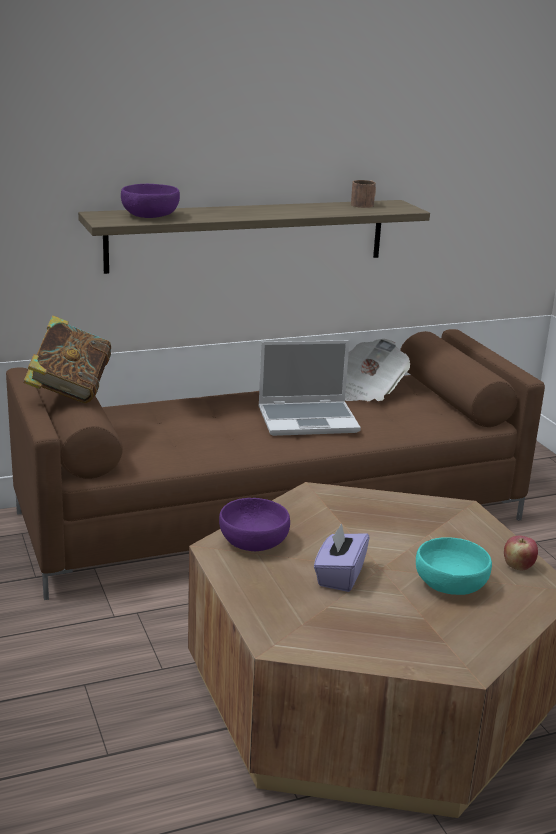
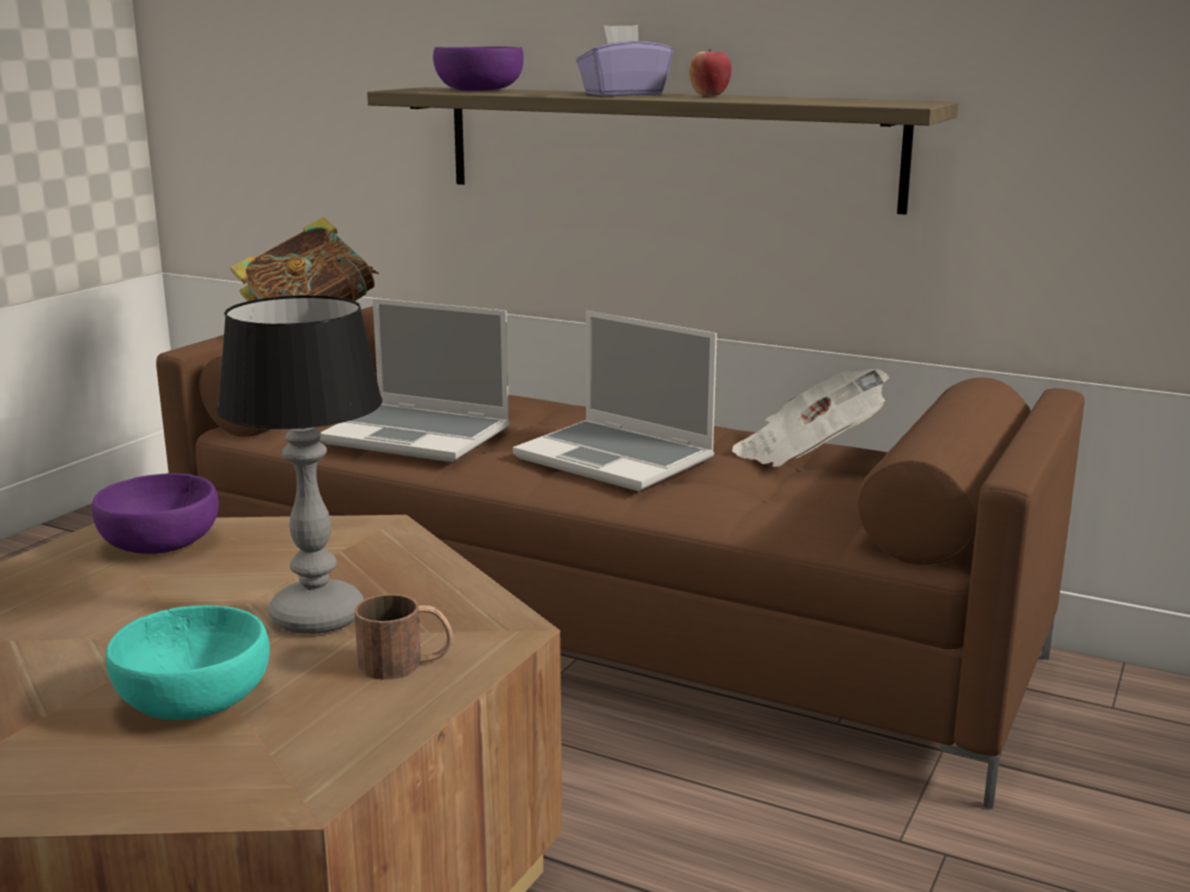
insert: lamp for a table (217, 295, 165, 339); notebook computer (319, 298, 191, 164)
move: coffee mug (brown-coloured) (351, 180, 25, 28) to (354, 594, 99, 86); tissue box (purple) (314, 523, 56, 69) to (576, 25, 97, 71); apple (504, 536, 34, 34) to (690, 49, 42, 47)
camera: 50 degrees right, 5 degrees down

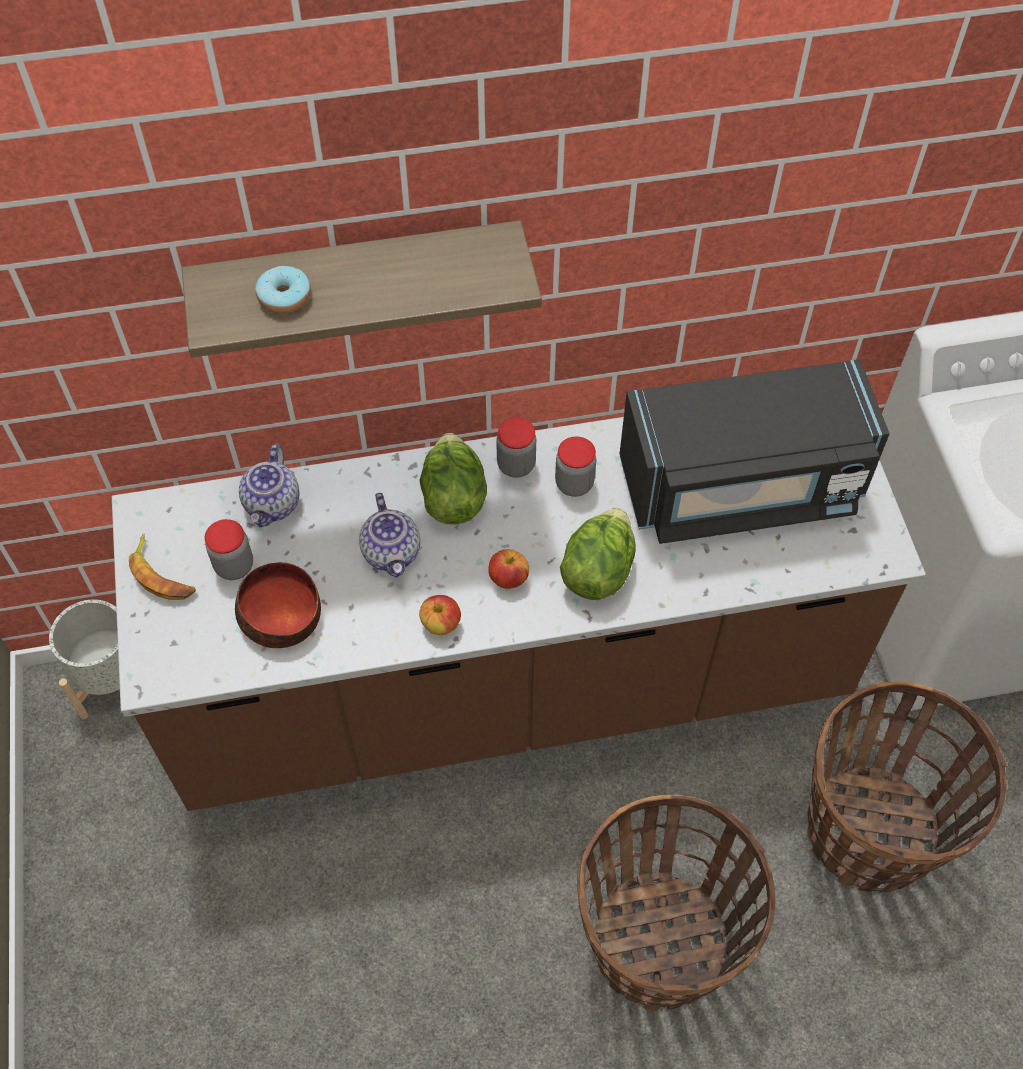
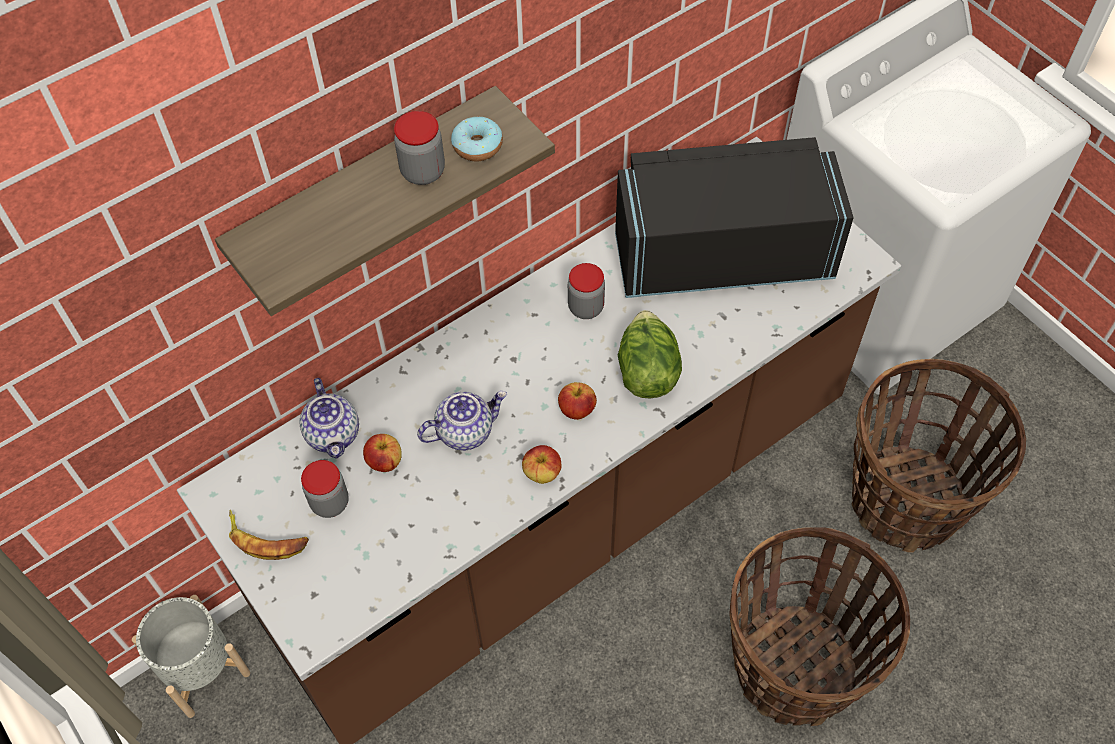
delete: bowl (235, 562, 86, 86); lettuce (420, 433, 67, 92)
insert: apple (363, 434, 39, 38)
move: jar (497, 418, 39, 60) to (394, 111, 51, 74); ring doughnut (255, 266, 56, 48) to (451, 117, 52, 45)
rotate: teapot (359, 493, 61, 85) = (417, 391, 90, 59) 75 degrees counterclockwise; microwave oven (black-coloured) (620, 359, 269, 185) = (615, 137, 239, 161) 150 degrees counterclockwise
camera: 25 degrees left, 0 degrees up

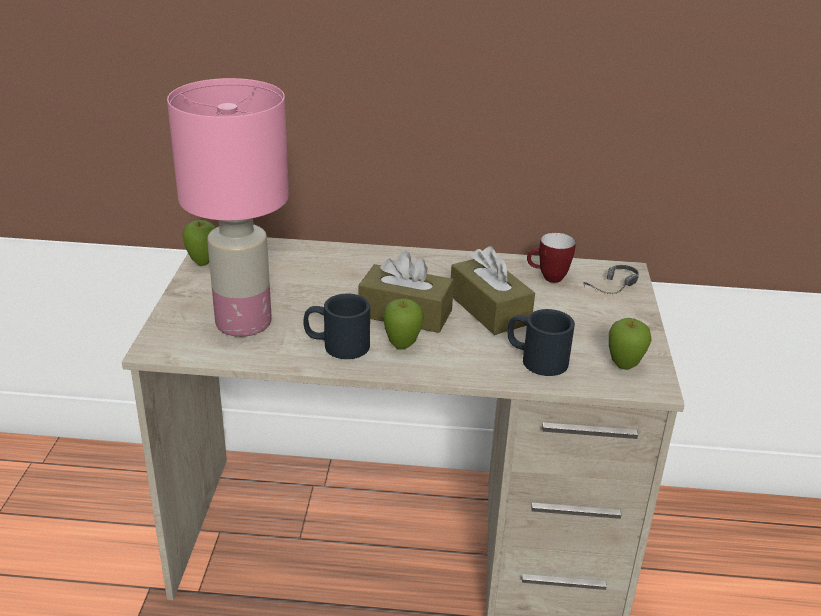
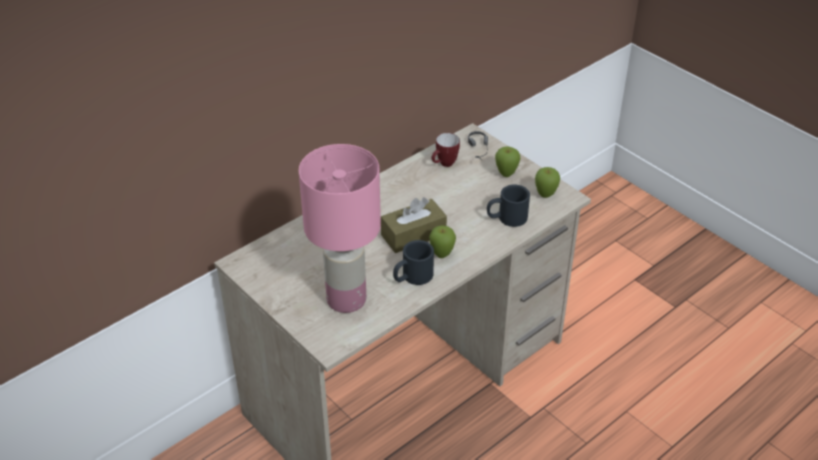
delete: tissue box (brown-coloured) (451, 246, 84, 89)
move: apple (182, 220, 33, 46) to (495, 146, 25, 31)
camera: 45 degrees left, 10 degrees up

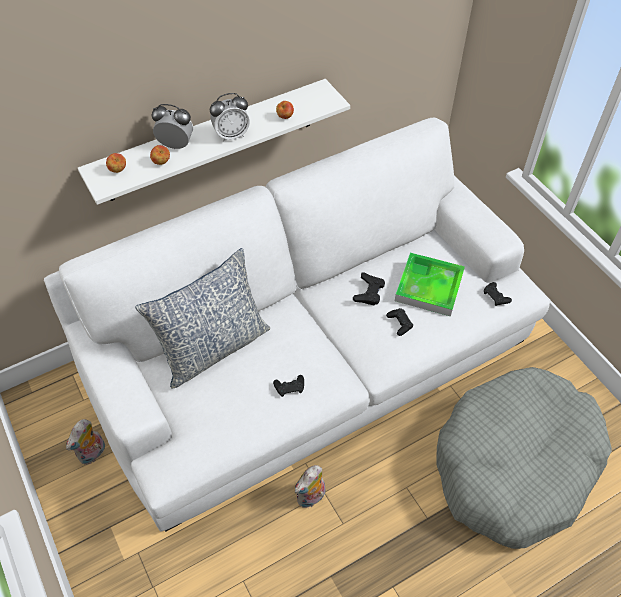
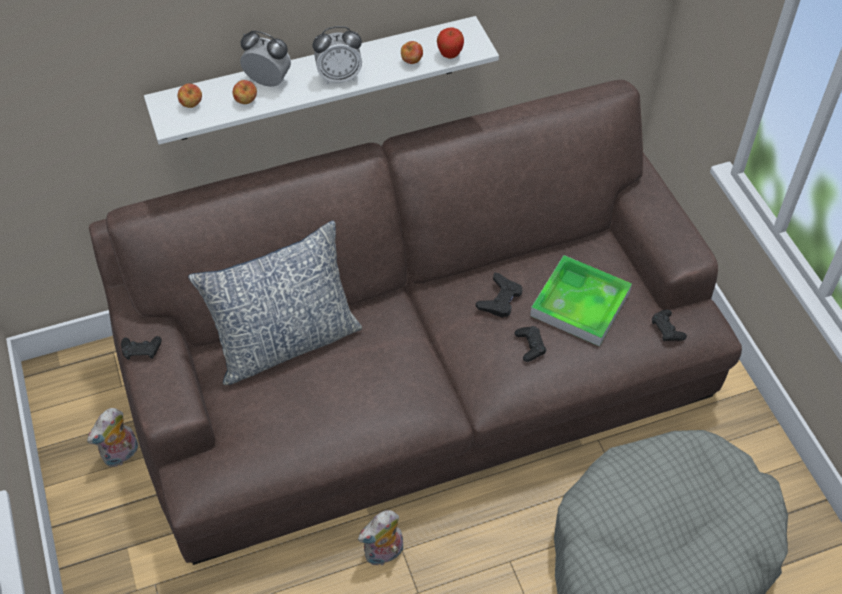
insert: apple (437, 27, 27, 32)
move: game controller (black-coloured) (273, 375, 31, 22) to (121, 336, 41, 24)
recolor: sofa (white) (44, 118, 506, 414) to sofa (brown-coloured) (89, 80, 653, 485)
camera: 10 degrees right, 0 degrees up

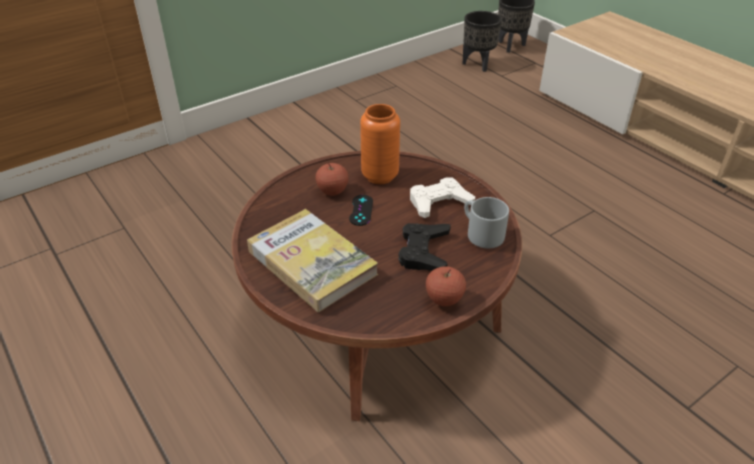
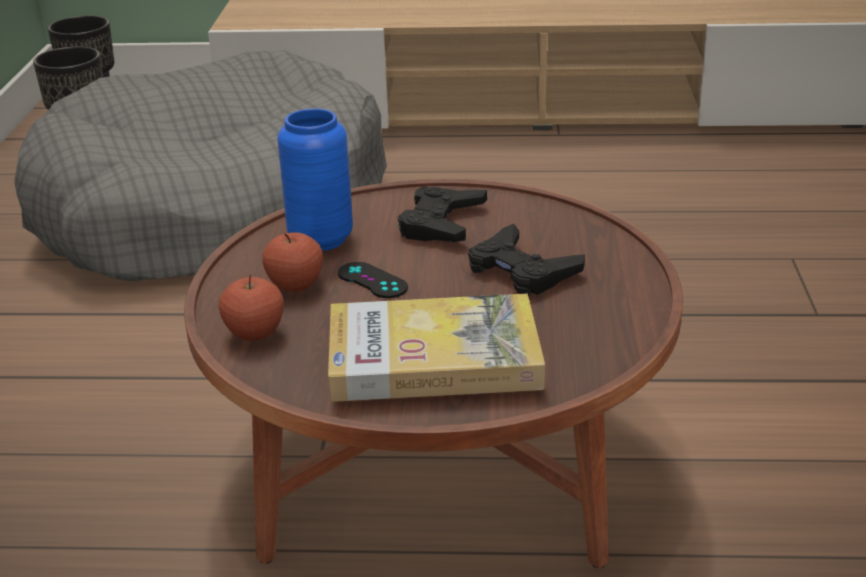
delete: coffee mug (gray) (464, 197, 45, 51)
insert: dog cushion (gray) (14, 50, 373, 231)
move: apple (426, 266, 40, 40) to (219, 275, 65, 66)
recolor: decorative vase (orange-coloured) (360, 104, 40, 80) to decorative vase (blue-coloured) (277, 108, 76, 143); game controller (white) (410, 177, 65, 41) to game controller (black-coloured) (398, 186, 89, 56)
camera: 50 degrees left, 10 degrees down

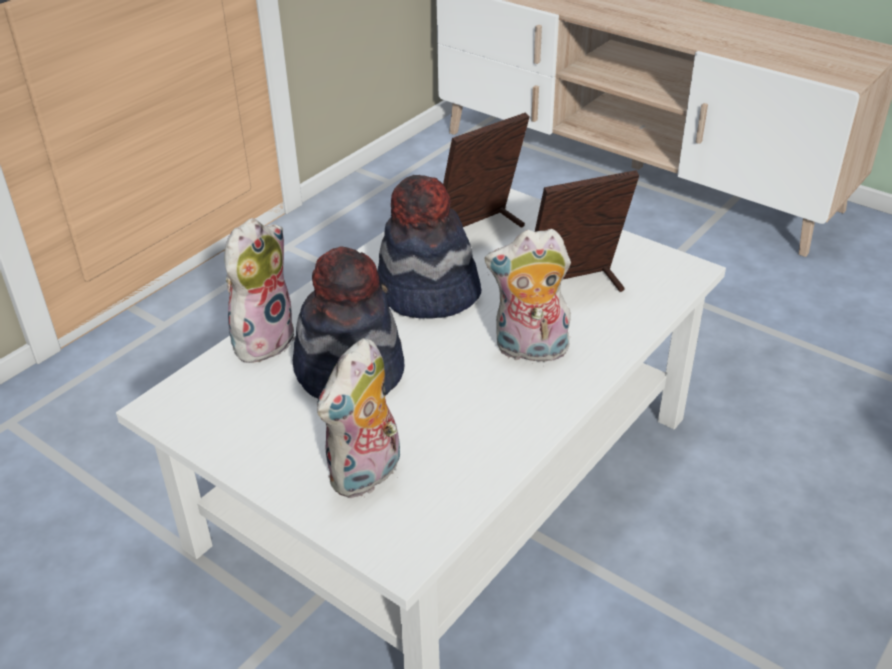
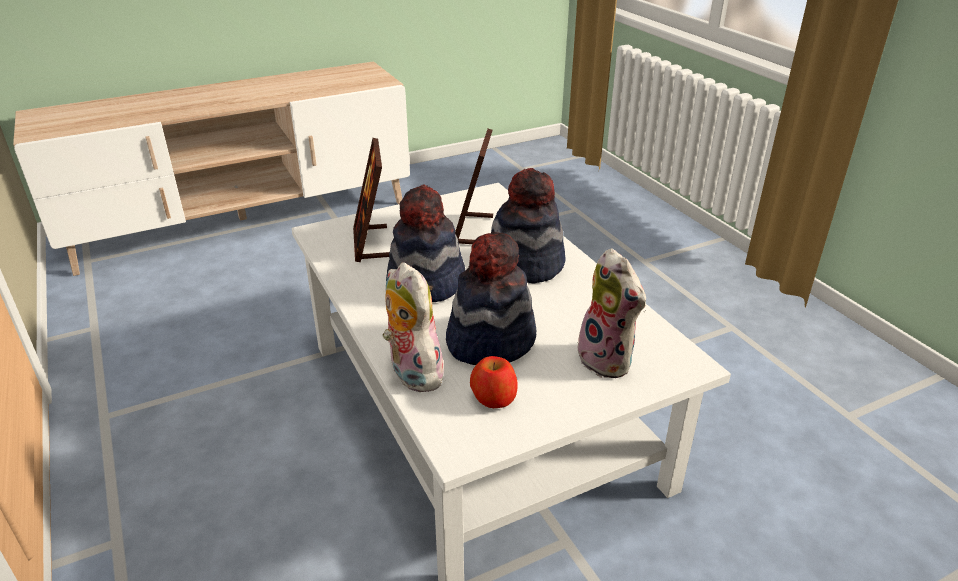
insert: apple (470, 356, 48, 52)
replace: cuddly toy (485, 229, 86, 133) to wearable hat (491, 168, 75, 116)
camera: 65 degrees left, 5 degrees down

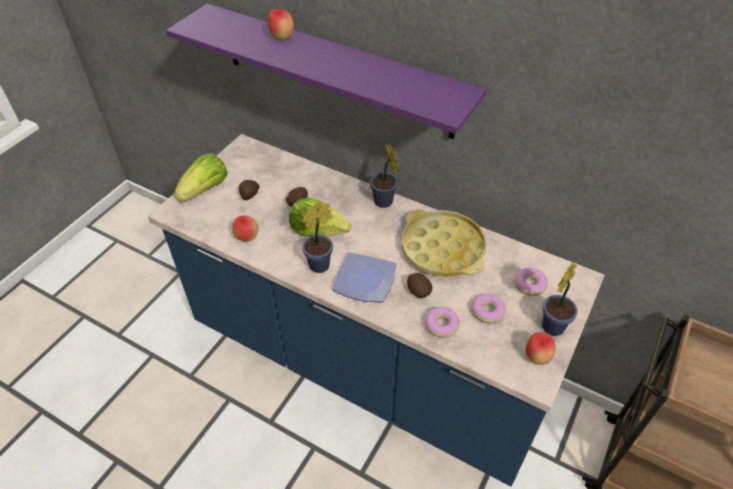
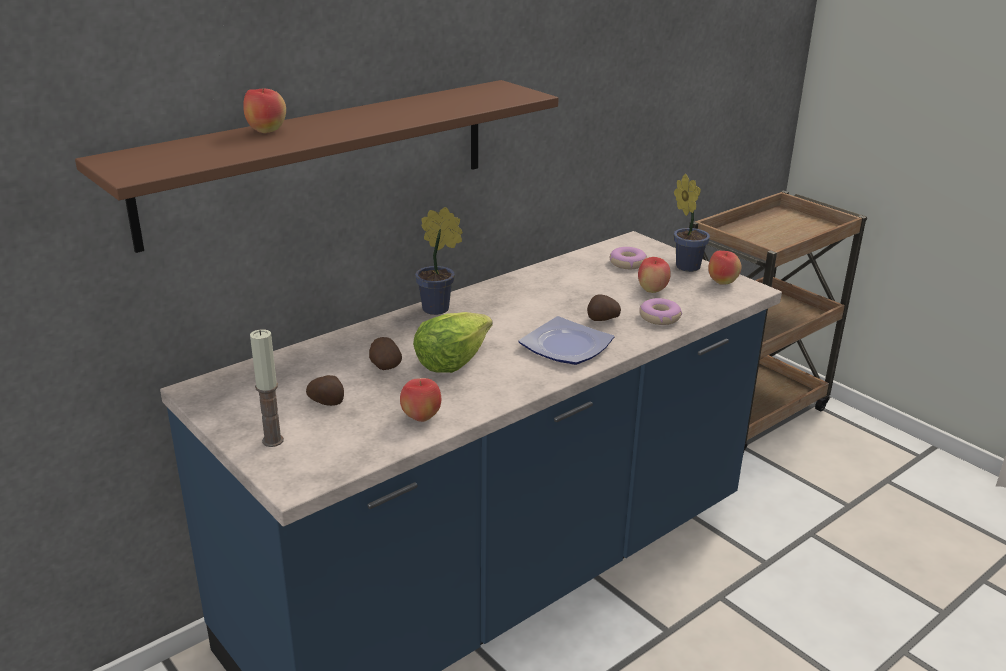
delete: houseplant (302, 201, 31, 72); carrying tray (yellow) (402, 209, 85, 68)
replace: lettuce (174, 153, 54, 49) to wax light (250, 329, 34, 118); ring doughnut (471, 294, 35, 29) to apple (638, 257, 33, 36)
recolor: shelf (purple) (166, 4, 320, 135) to shelf (brown-coloured) (75, 80, 484, 173)
camera: 70 degrees left, 20 degrees down

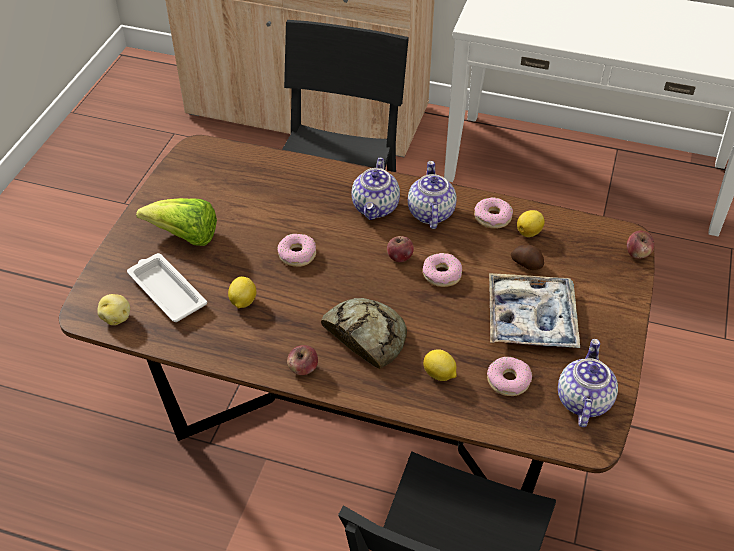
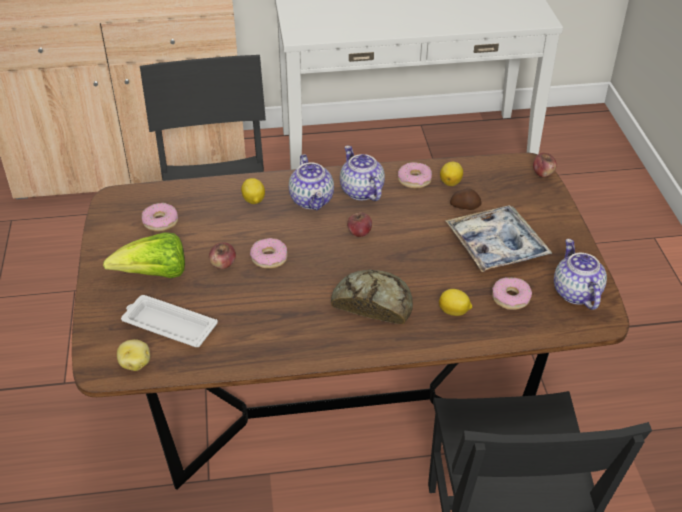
move: ring doughnut (423, 253, 39, 34) to (142, 203, 36, 29); apple (287, 345, 31, 30) to (209, 242, 27, 27); whole lemon (228, 276, 28, 32) to (241, 178, 24, 26)
camera: 25 degrees left, 5 degrees down

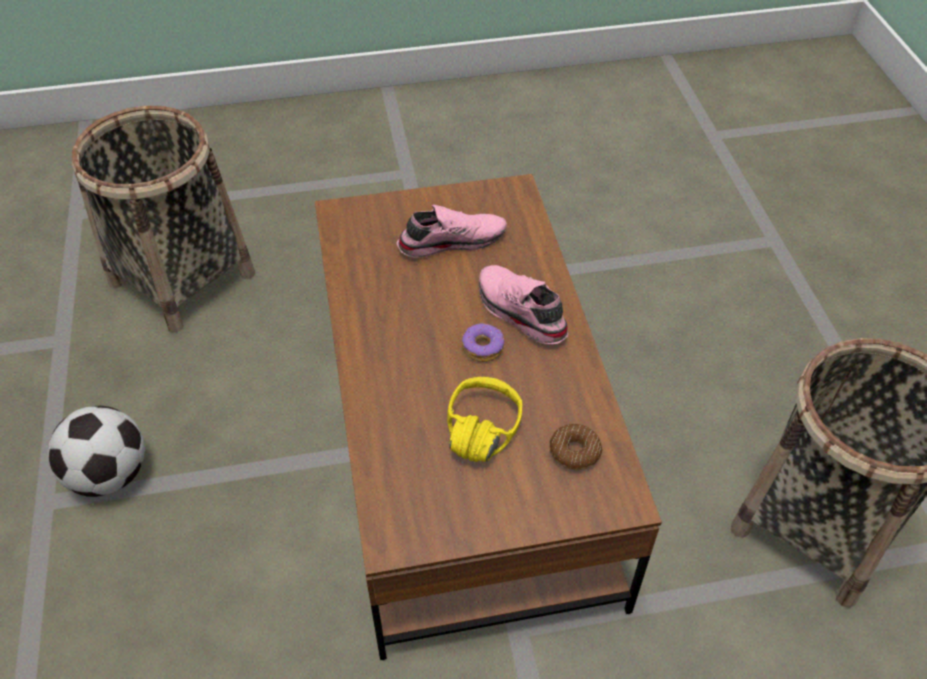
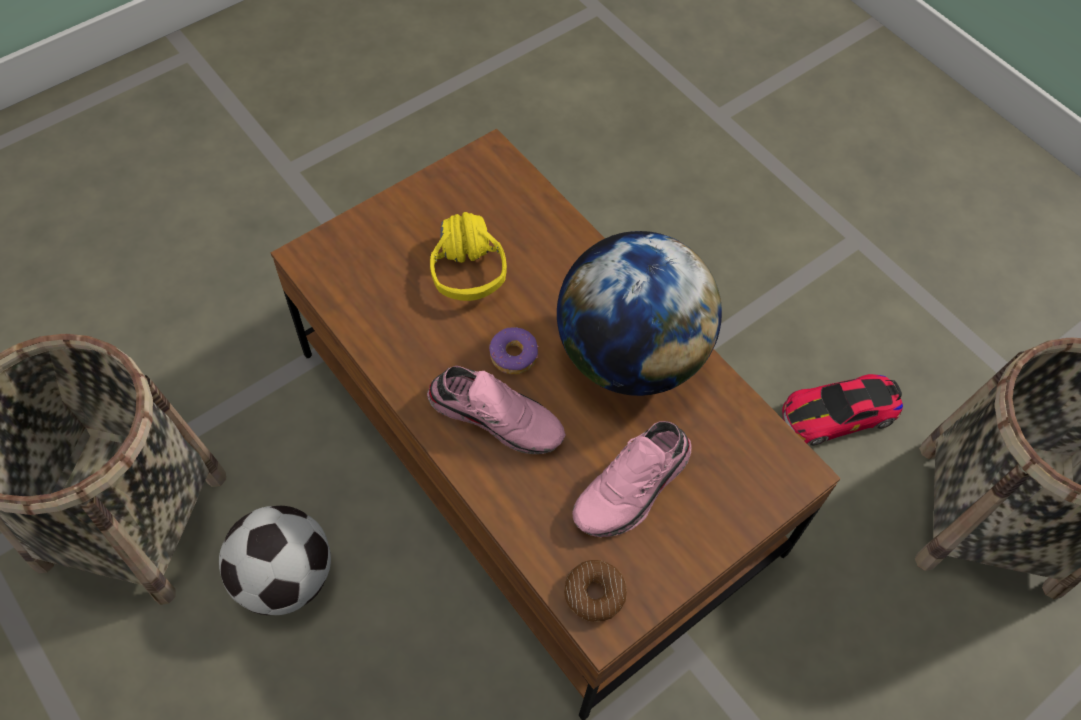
insert: world globe (557, 231, 165, 165); toy car (782, 374, 121, 72)
move: ball for football (48, 406, 97, 91) to (219, 506, 112, 109); ring doughnut (550, 424, 52, 46) to (564, 560, 63, 62)
camera: 150 degrees right, 10 degrees up

